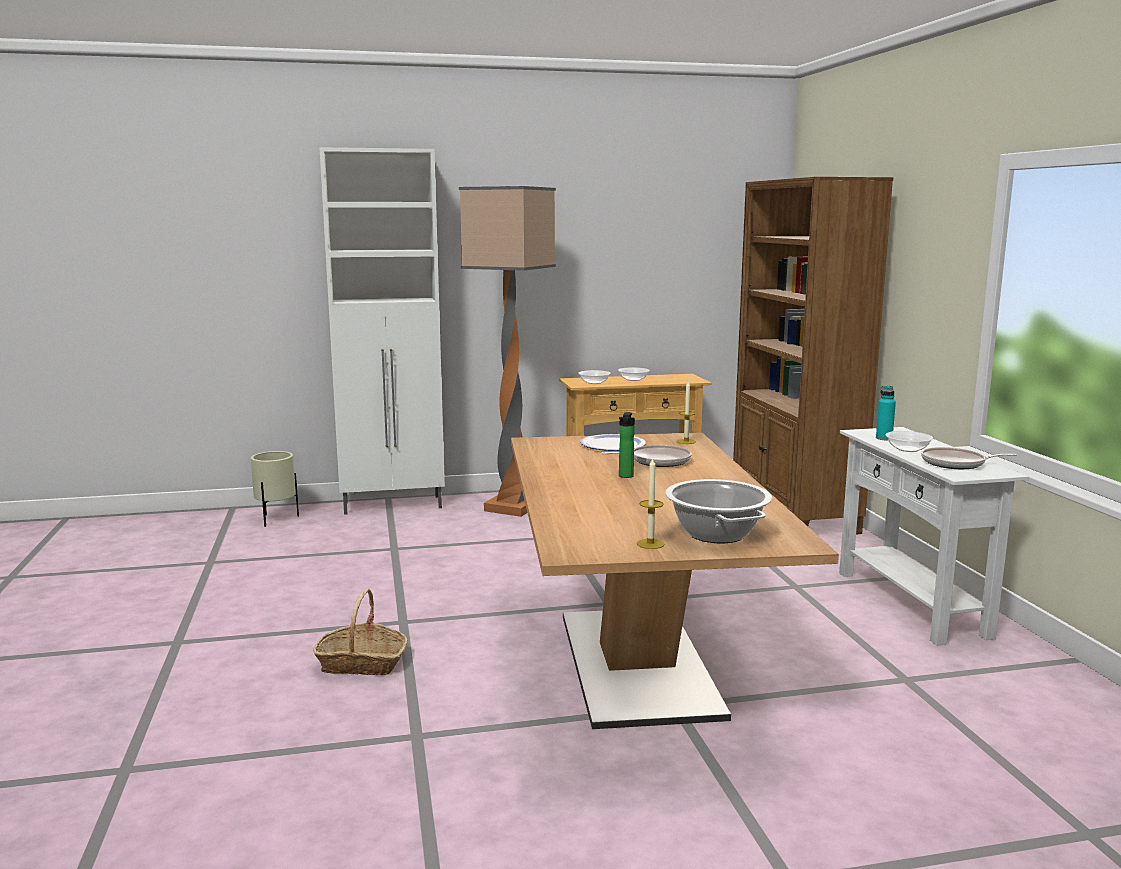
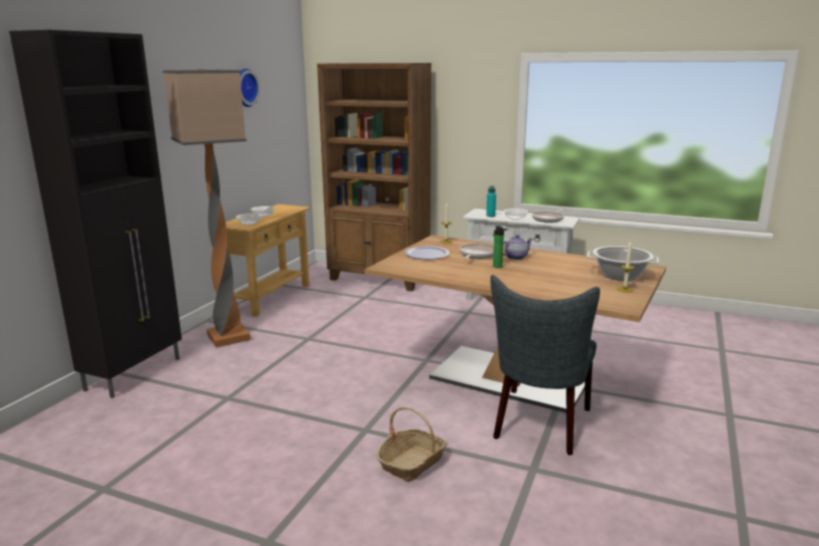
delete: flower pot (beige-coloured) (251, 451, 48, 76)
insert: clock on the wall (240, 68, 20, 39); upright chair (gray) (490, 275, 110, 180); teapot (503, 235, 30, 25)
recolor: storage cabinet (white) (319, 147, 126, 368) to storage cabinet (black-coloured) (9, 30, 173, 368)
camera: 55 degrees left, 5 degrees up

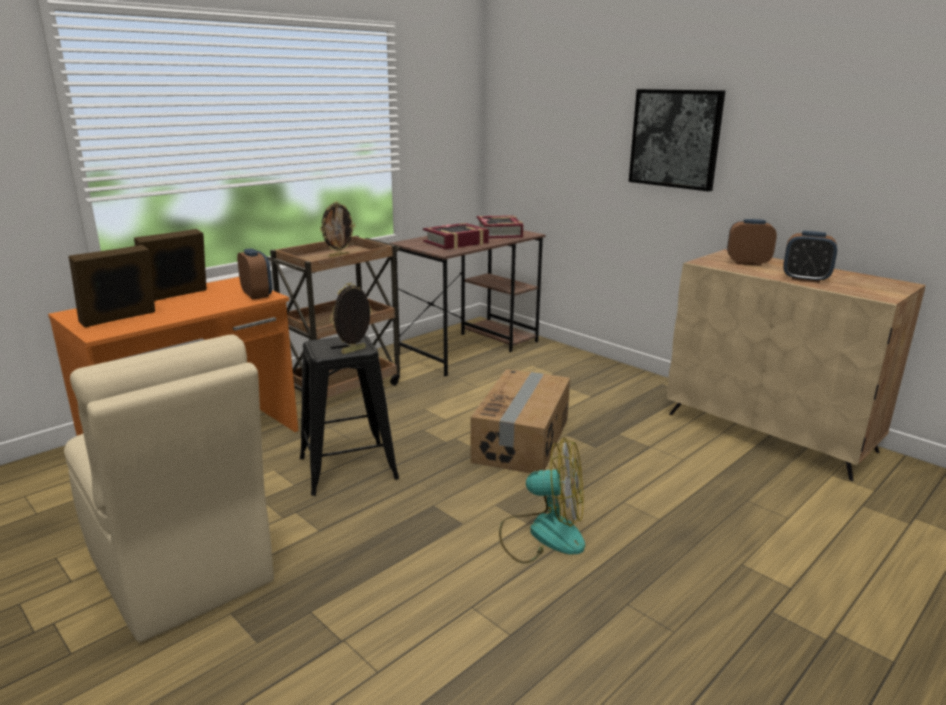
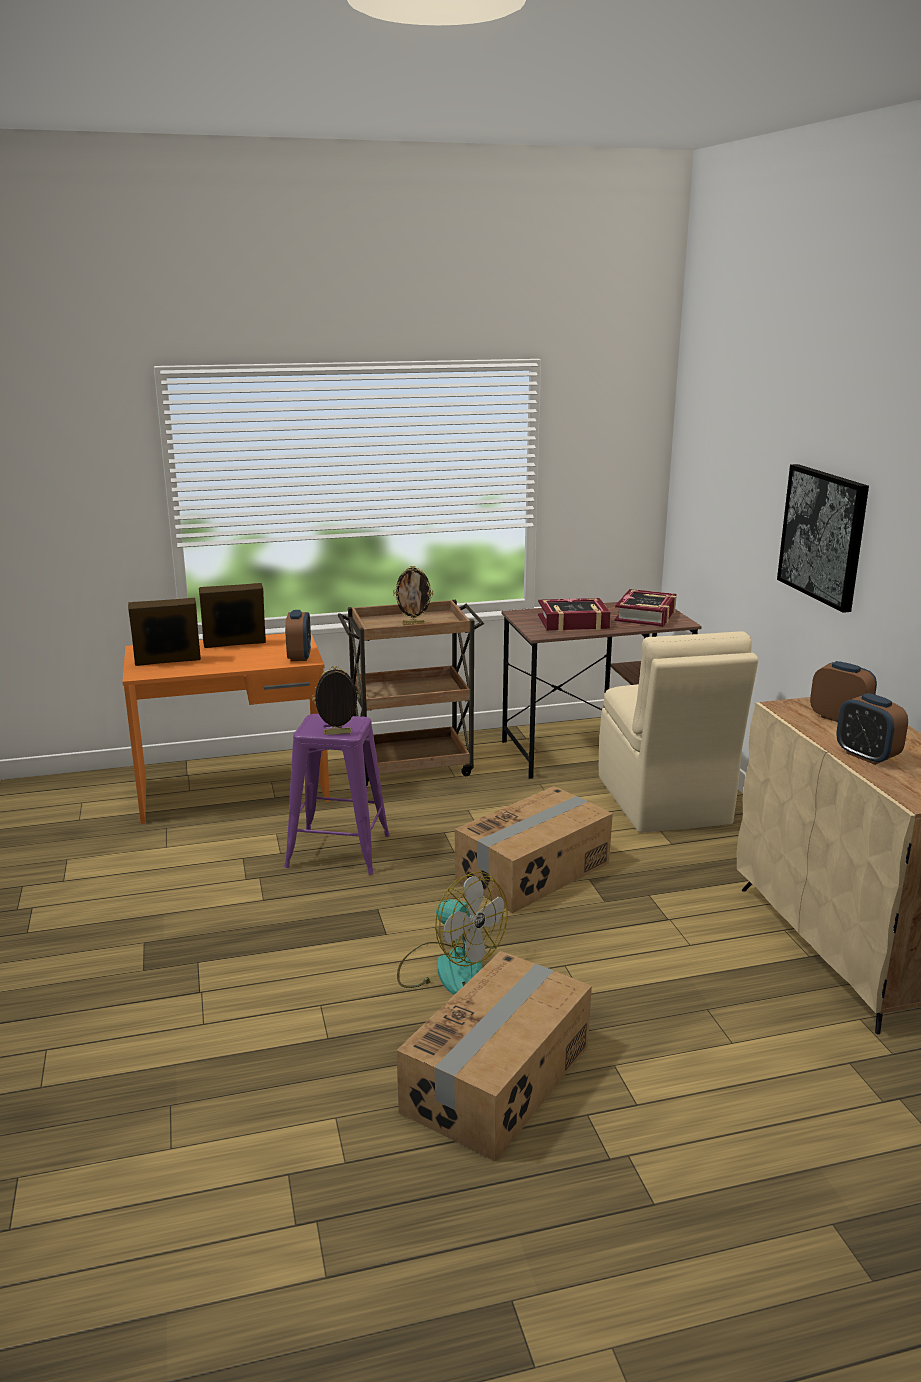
insert: cardboard box (396, 951, 196, 211)
move: upright chair (beige-coloured) (64, 335, 210, 307) to (599, 631, 159, 202)
recolor: sitting stool (black-coloured) (300, 335, 99, 161) to sitting stool (purple) (284, 714, 106, 161)
camera: 30 degrees right, 0 degrees up

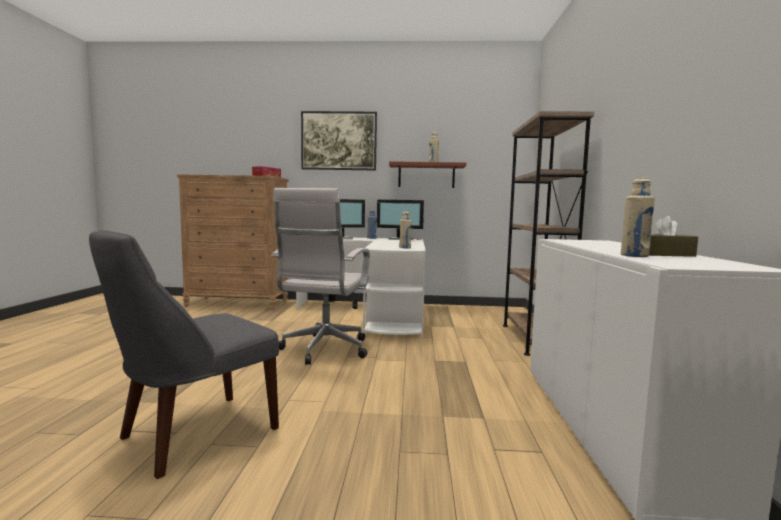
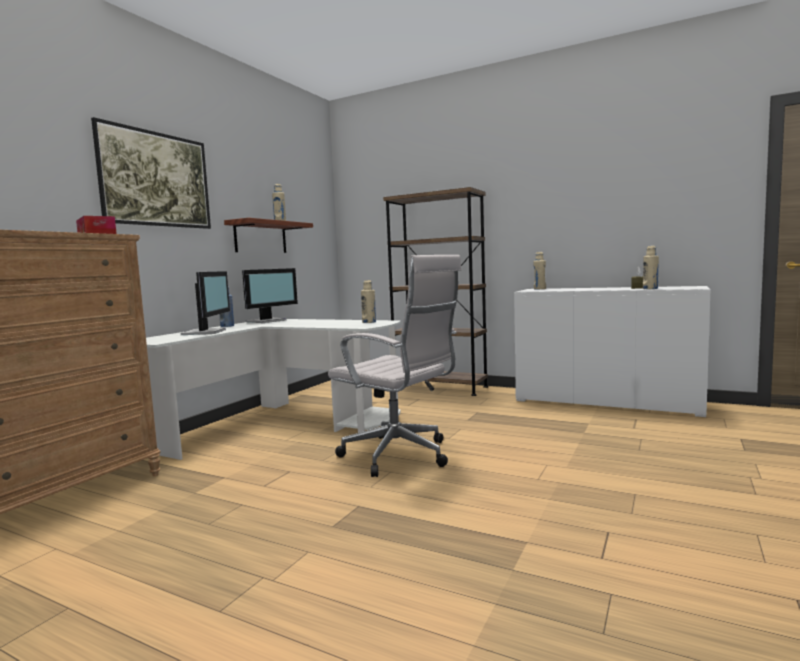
delete: upright chair (gray) (89, 230, 190, 249)
insert: bottle (beige-coloured) (533, 252, 13, 37)
camera: 65 degrees left, 0 degrees up

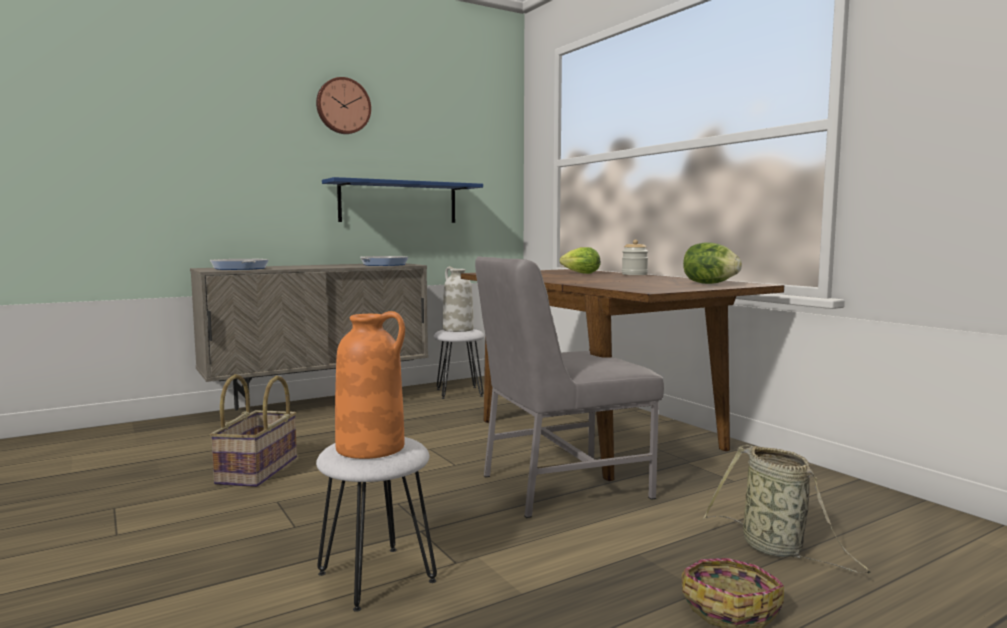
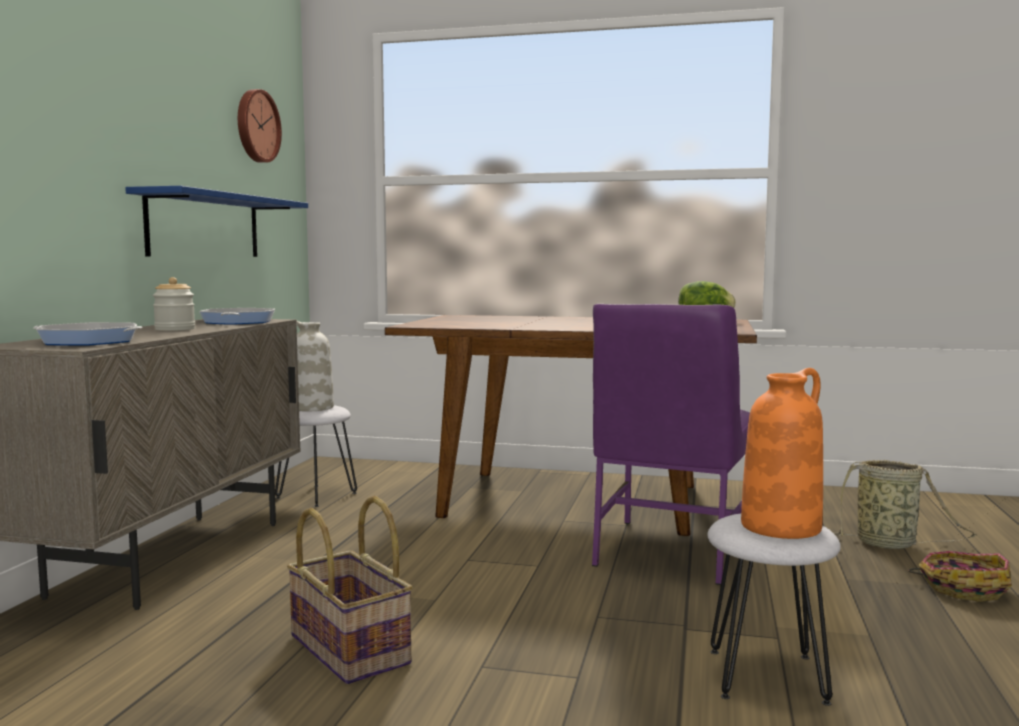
delete: lettuce (559, 247, 41, 27)
move: jar (622, 240, 26, 35) to (153, 277, 42, 54); clock on the wall (316, 77, 55, 57) to (238, 89, 44, 74)
recolor: upright chair (gray) (475, 256, 189, 262) to upright chair (purple) (592, 304, 158, 281)
camera: 45 degrees left, 0 degrees up

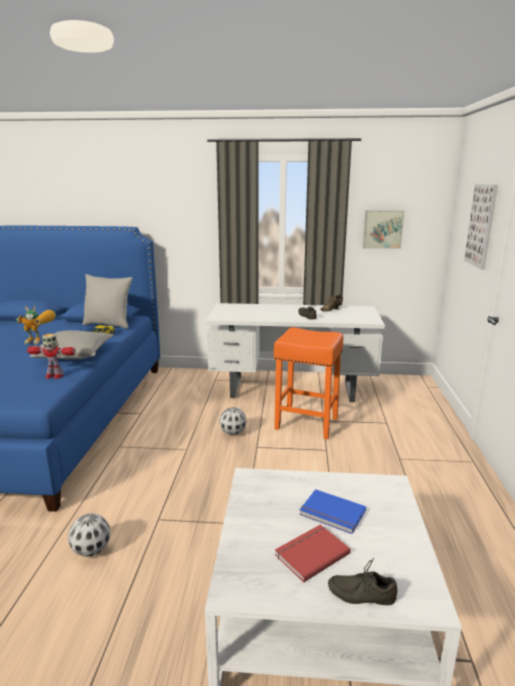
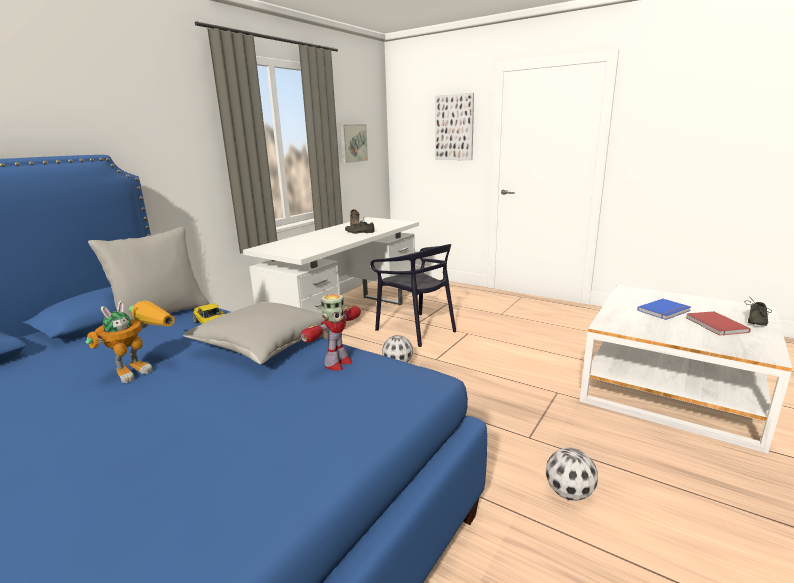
replace: sitting stool (orange-coloured) (274, 328, 70, 111) to upright chair (black-coloured) (370, 244, 86, 103)
camera: 60 degrees left, 0 degrees up

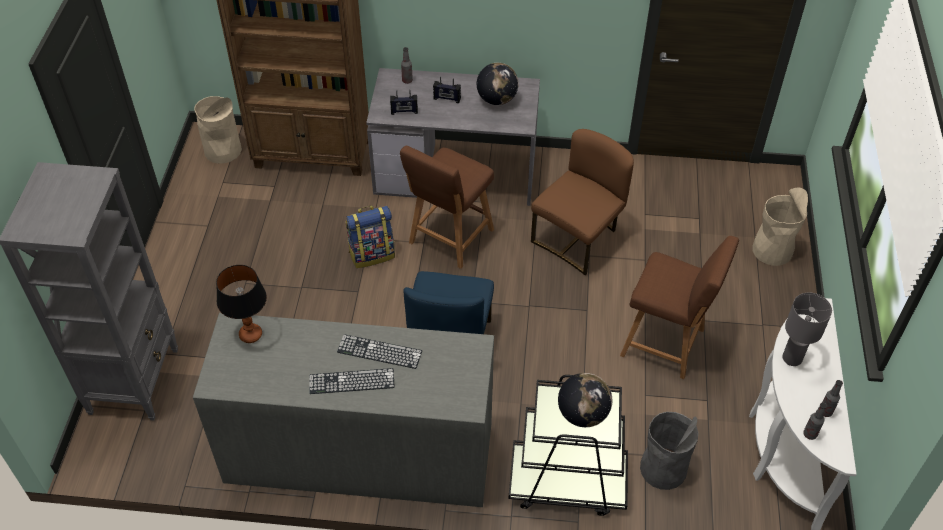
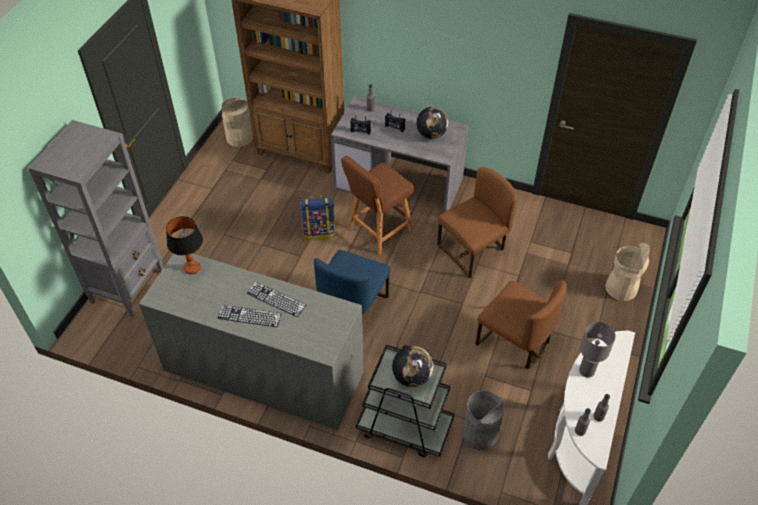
replace: sitting stool (brown-coloured) (620, 236, 119, 143) to upright chair (brown-coloured) (475, 280, 92, 89)
camera: 15 degrees right, 0 degrees up

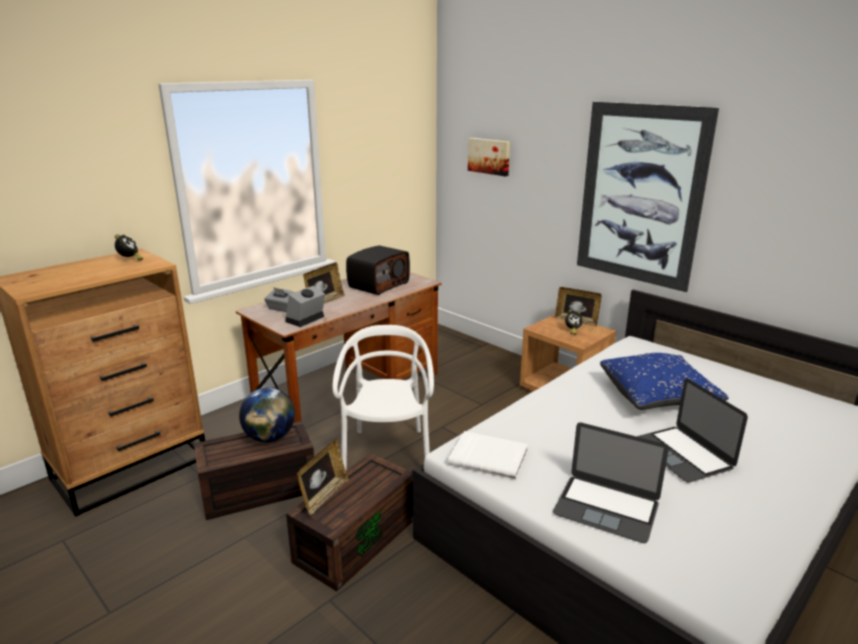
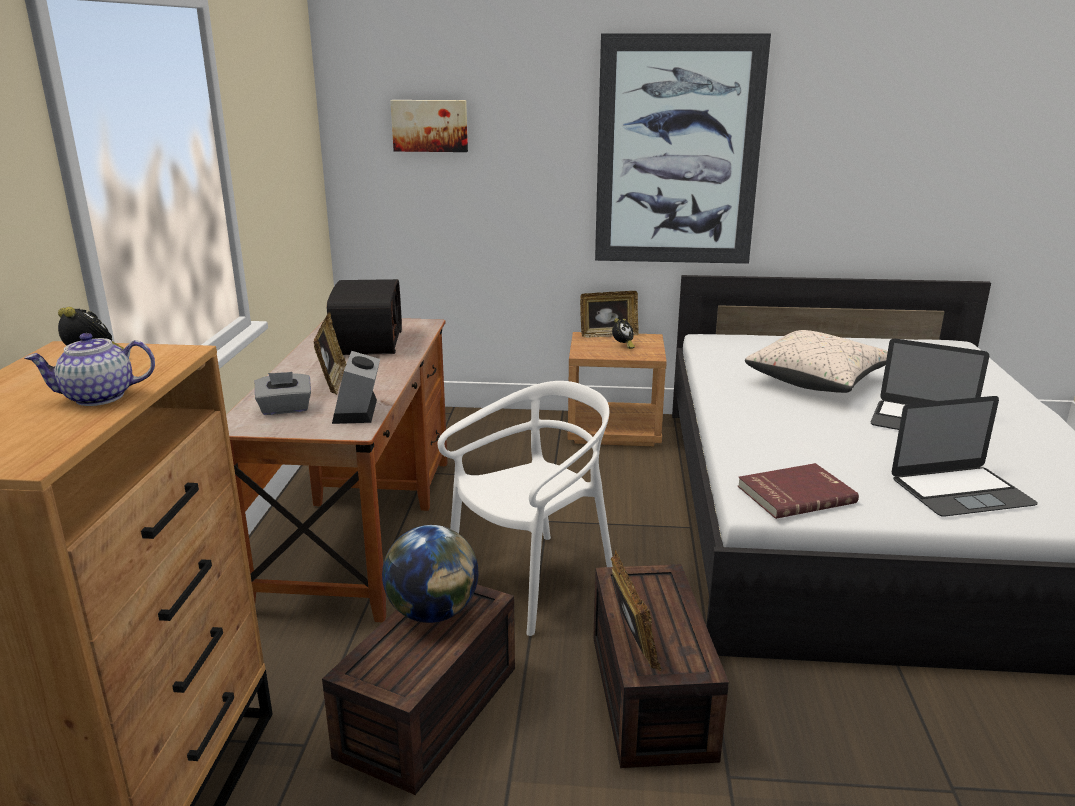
insert: teapot (25, 333, 130, 73)
recolor: volume (white) (448, 431, 80, 48) to volume (red) (738, 463, 121, 56); throw pillow (blue-coloured) (600, 353, 129, 57) to throw pillow (beige-coloured) (745, 330, 143, 63)
rotate: upright chair (white) (333, 325, 101, 145) = (438, 381, 175, 255) 90 degrees clockwise
camera: 40 degrees left, 0 degrees up

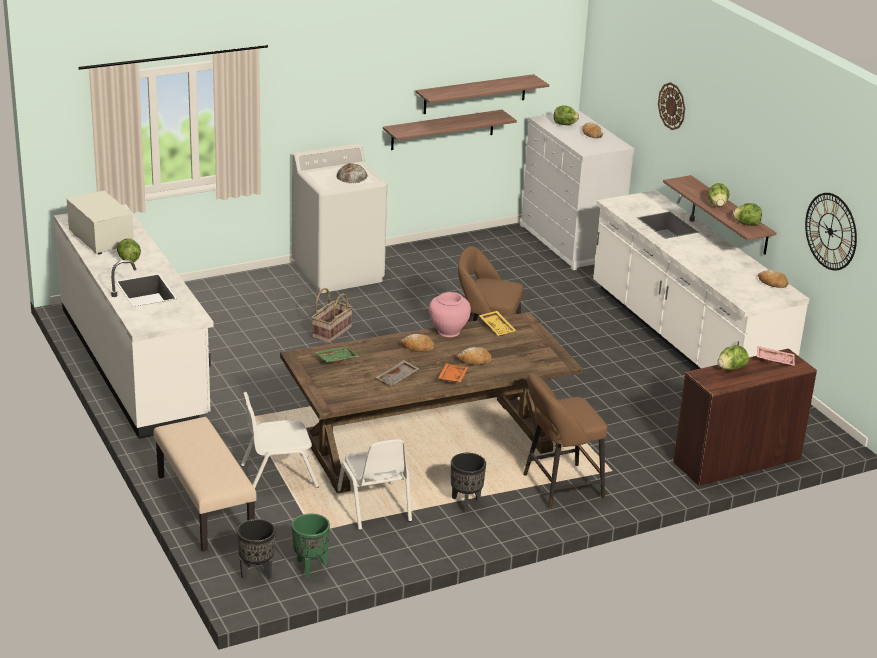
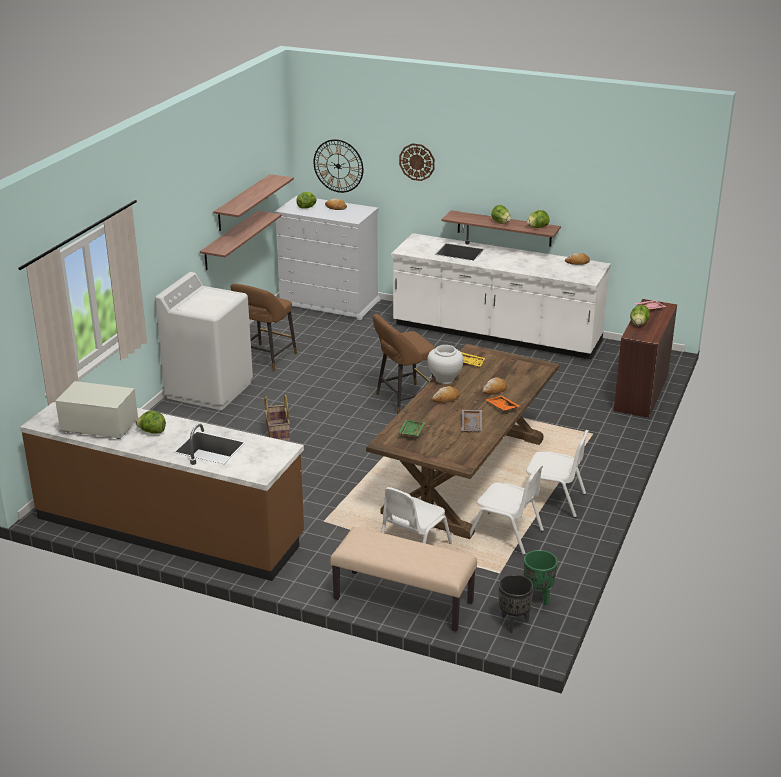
delete: bakery bread (337, 163, 30, 21)
move: sitting stool (brown-coloured) (523, 373, 84, 136) to (231, 283, 66, 88); clock on the wall (805, 193, 52, 77) to (313, 139, 50, 54)
replace: flower pot (black-coloured) (451, 453, 35, 59) to upright chair (white) (526, 430, 62, 88)
recolor: kitchen counter (white) (54, 204, 160, 235) to kitchen counter (brown-coloured) (20, 402, 284, 179); decorative vase (pink-coloured) (429, 292, 42, 45) to decorative vase (white) (427, 345, 36, 39)
camera: 40 degrees left, 0 degrees up

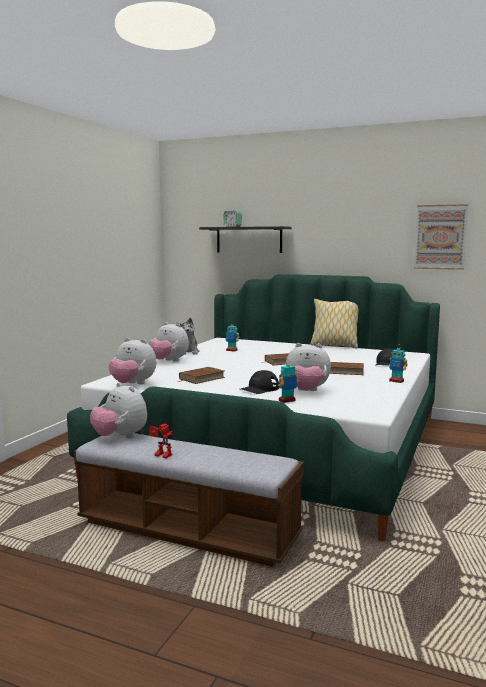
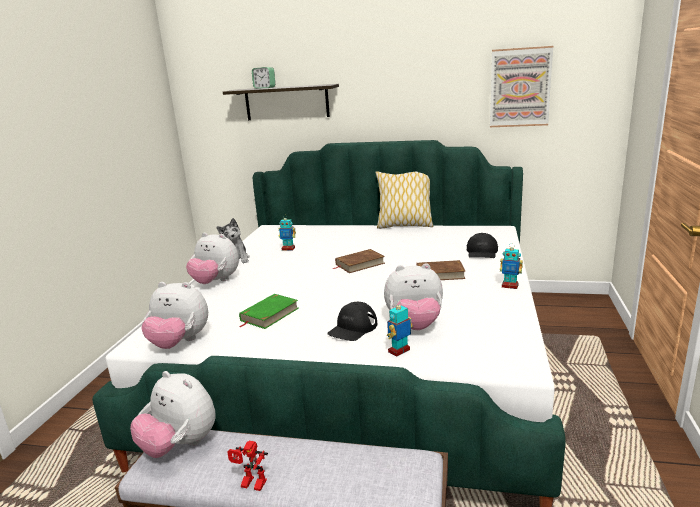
recolor: volume (brown-coloured) (177, 367, 48, 17) to volume (green-coloured) (239, 294, 60, 35)
camera: 10 degrees left, 10 degrees up

